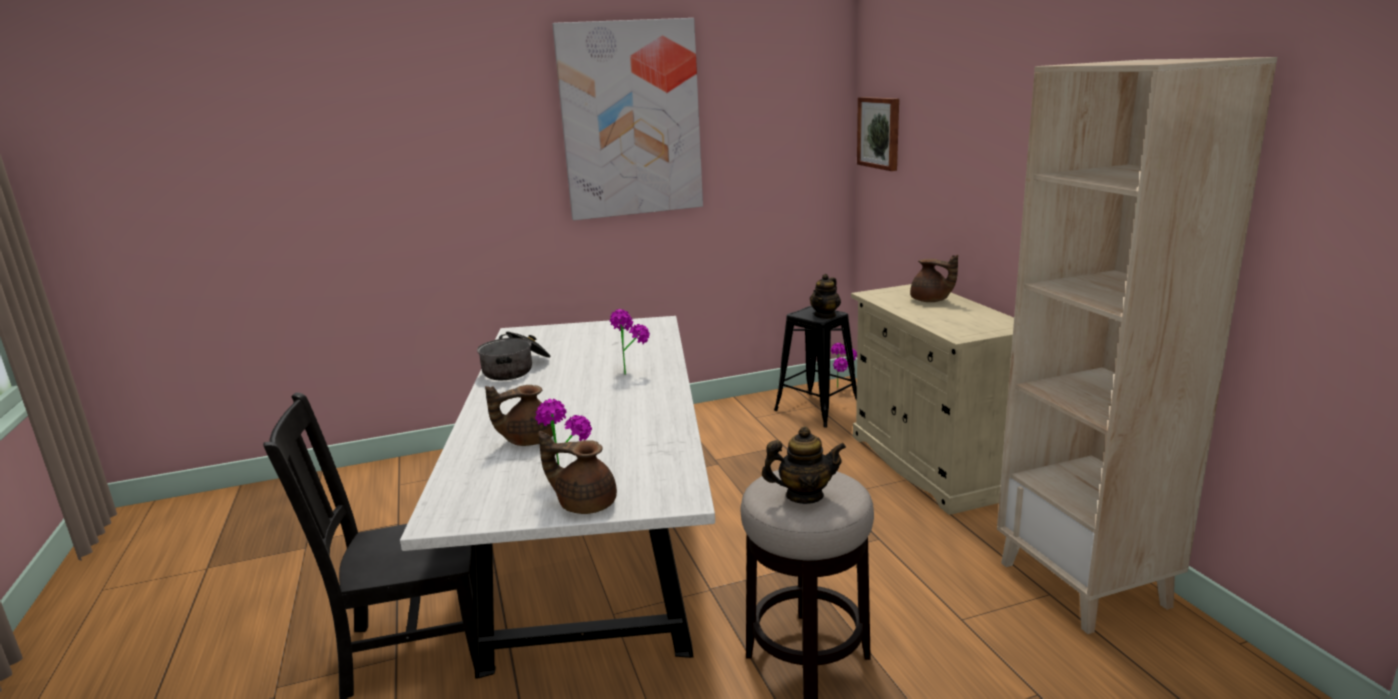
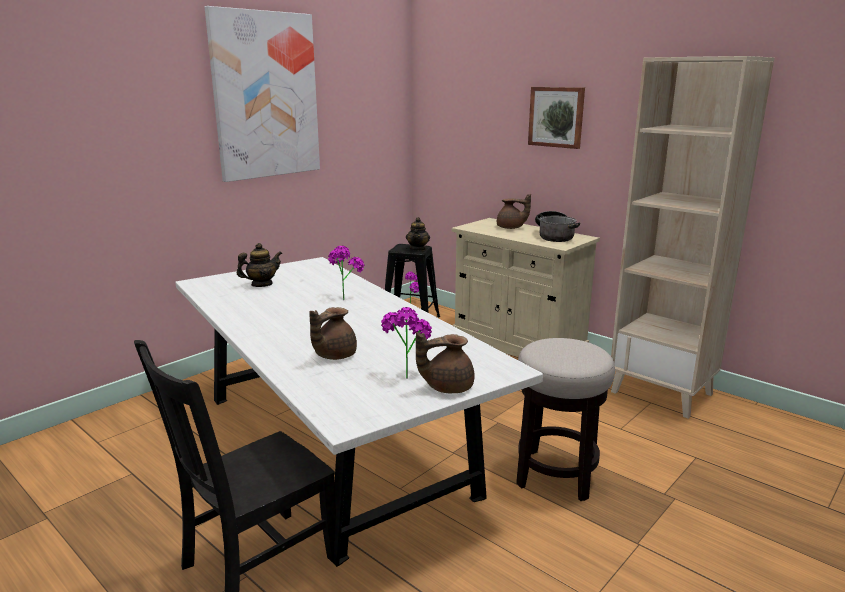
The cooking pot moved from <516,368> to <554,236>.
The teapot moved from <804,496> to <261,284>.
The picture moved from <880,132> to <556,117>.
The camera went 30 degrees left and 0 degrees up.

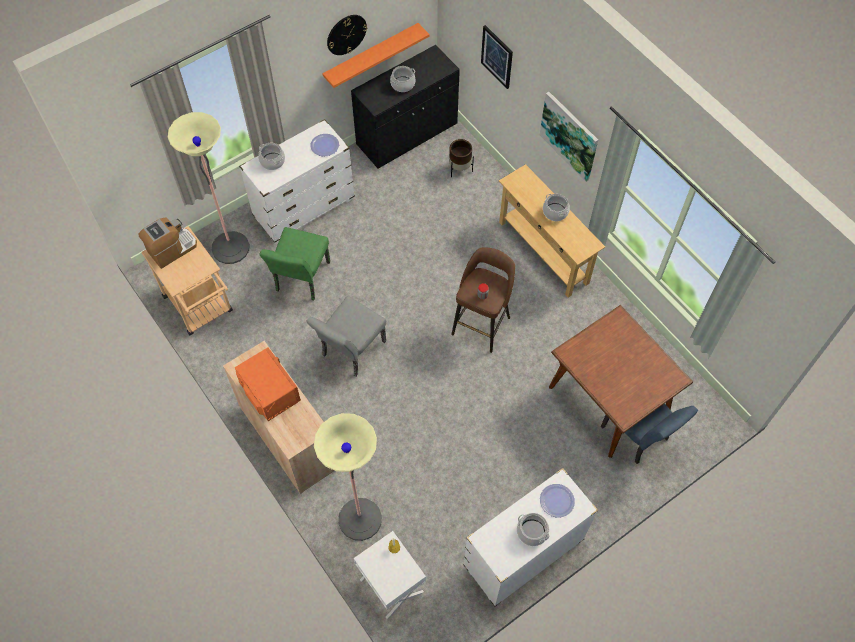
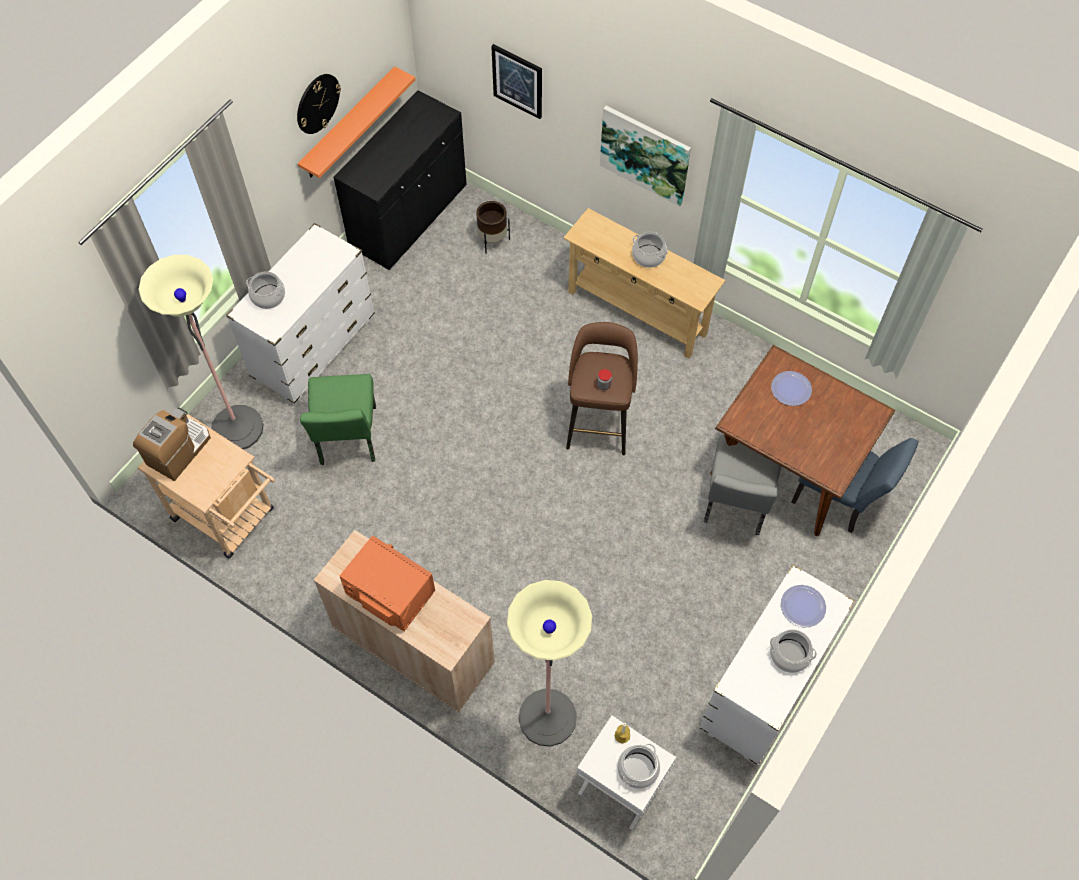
The grey chair moved from <350,351> to <735,506>.
The plate moved from <324,145> to <791,389>.
The cooking pot moved from <403,84> to <638,769>.
The camera went 20 degrees left and 0 degrees up.

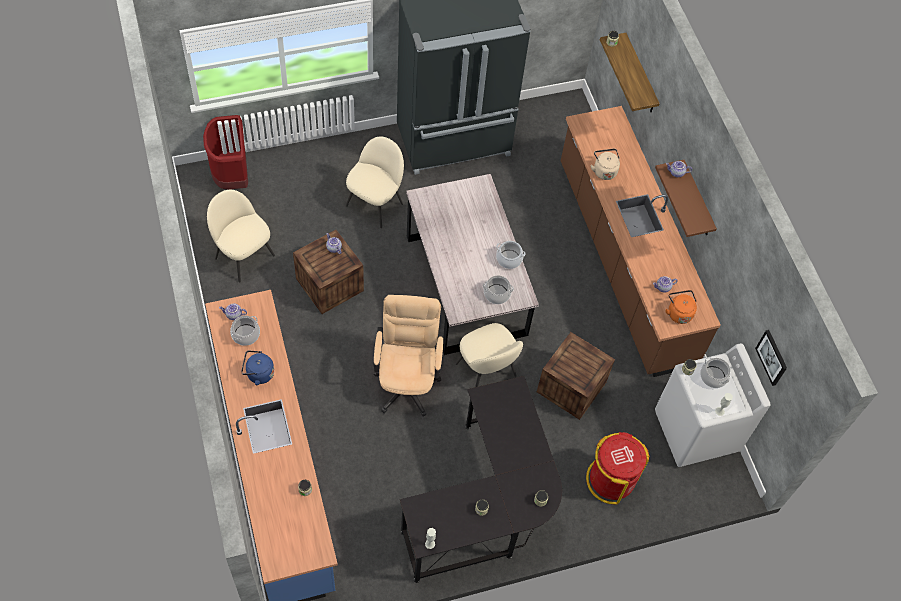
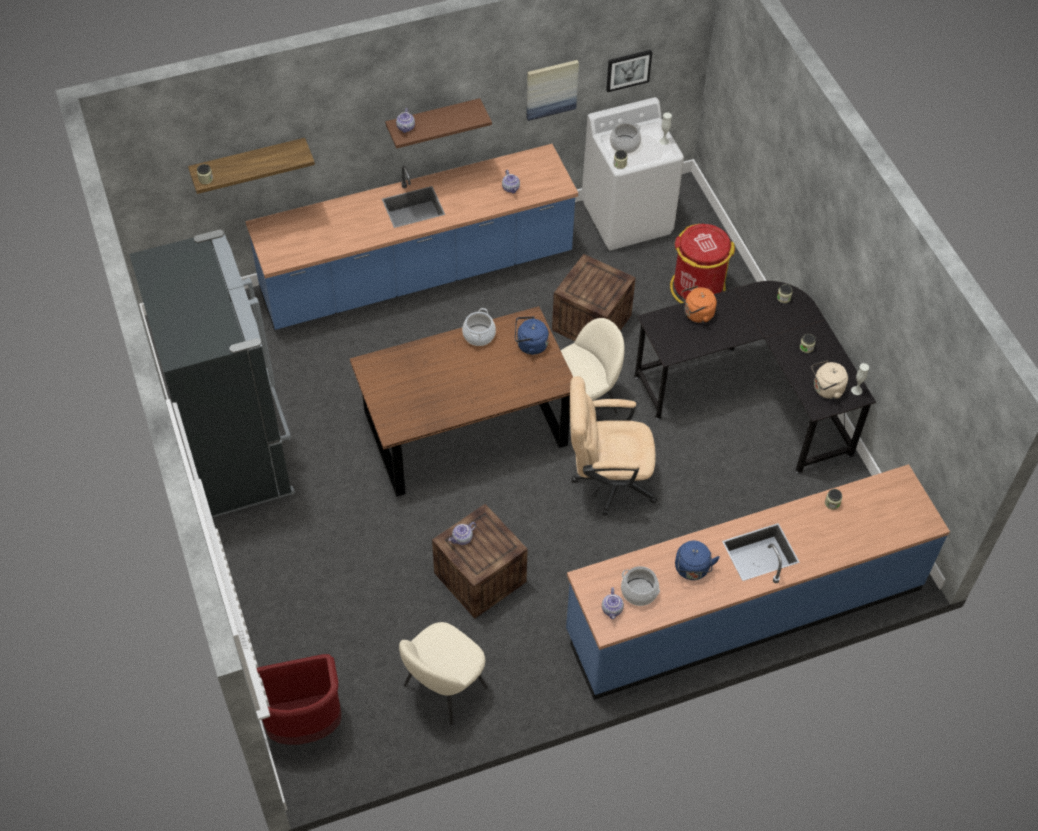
The beige chair at <375,203> disappeared.
The picture at <551,89> appeared.
The beige kettle moved from <604,170> to <826,389>.
The orange kettle moved from <678,312> to <697,314>.
The cooking pot at <497,294> was replaced by the blue kettle at <530,345>.
The grey dining table at <467,284> became the brown dining table at <464,427>.
The brown counter at <623,262> became the blue counter at <417,275>.
The camera went 90 degrees left and 5 degrees down.

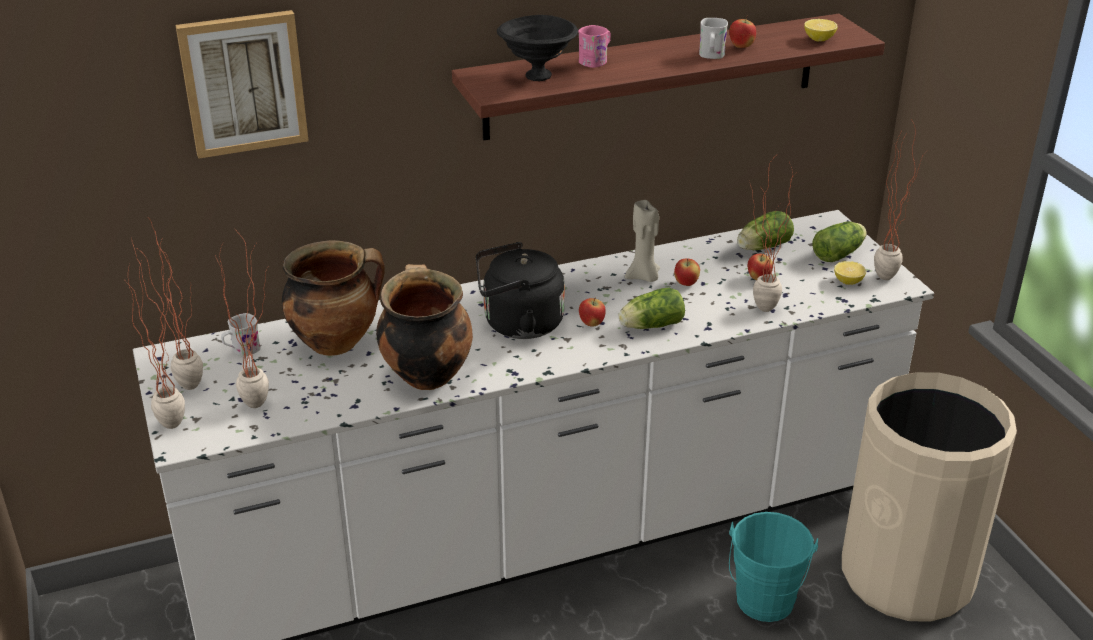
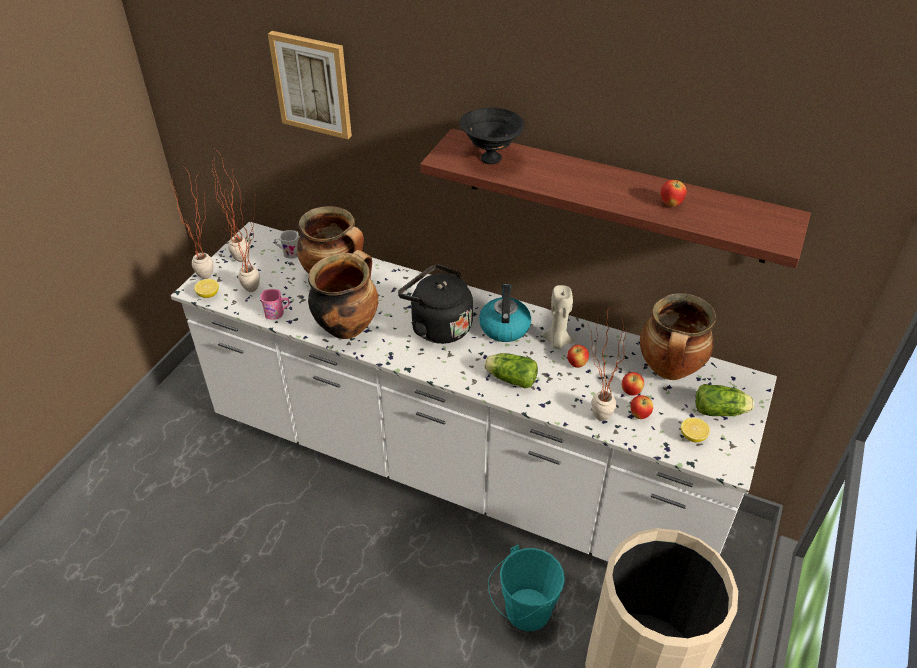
The white mug at <711,56> disappeared.
The potted plant at <888,273> disappeared.
The kettle at <504,327> appeared.
The pink mug moved from <596,61> to <278,313>.
The apple moved from <591,324> to <639,415>.
The lemon moved from <819,39> to <208,295>.
The lettuce at <762,247> was replaced by the cooking pot at <670,370>.
The camera went 45 degrees right and 10 degrees up.

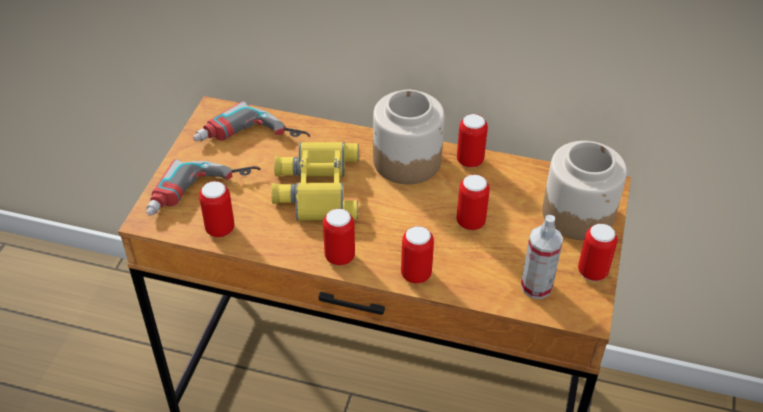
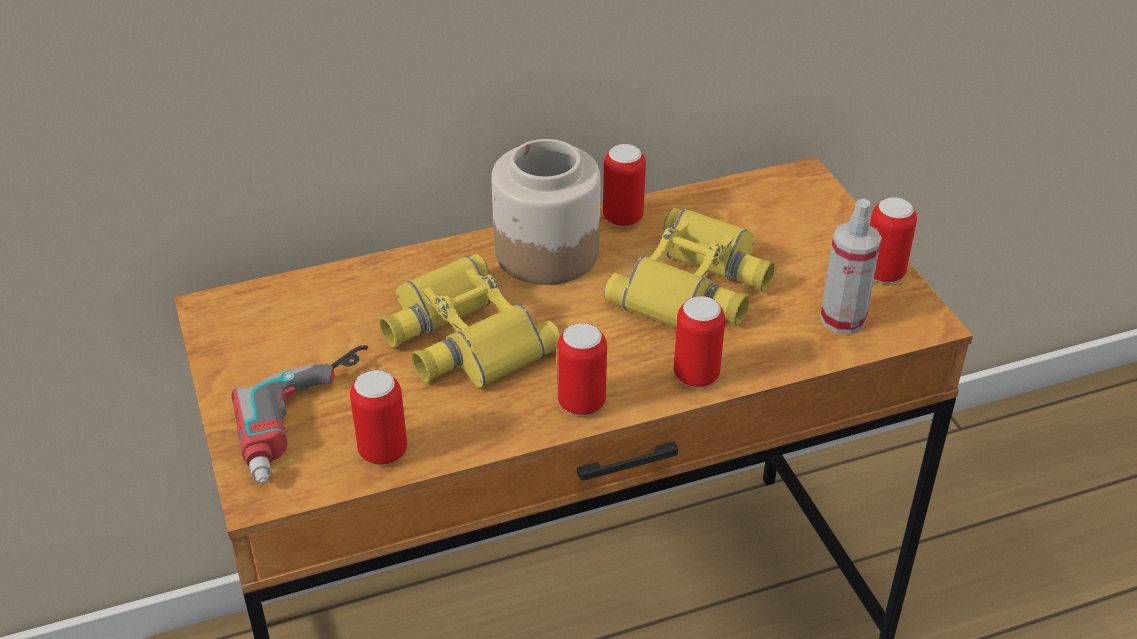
The power drill at <250,142> disappeared.
The jar at <578,213> disappeared.
The can at <470,222> was replaced by the yellow binoculars at <696,286>.
The camera went 35 degrees left and 5 degrees down.

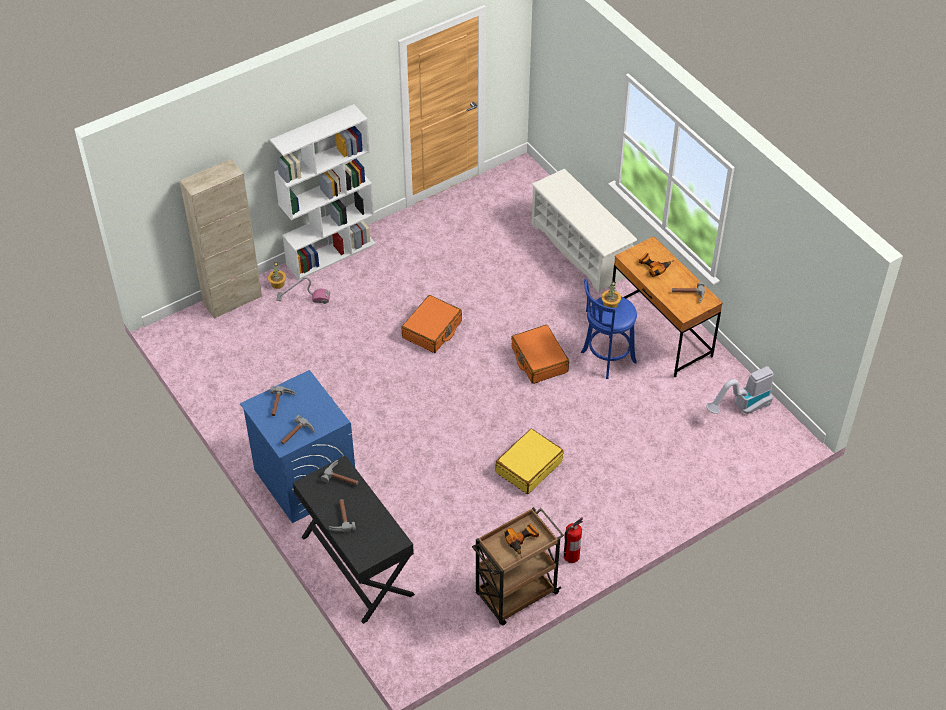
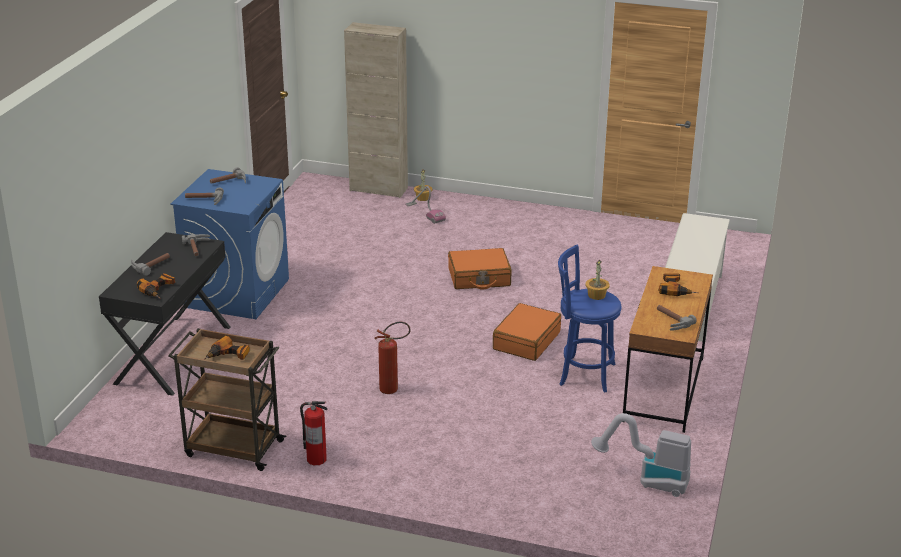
The white bookcase at <331,253> disappeared.
The power drill at <159,290> appeared.
The yellow suitcase at <528,467> was replaced by the fire extinguisher at <393,389>.
The camera went 50 degrees right and 20 degrees down.

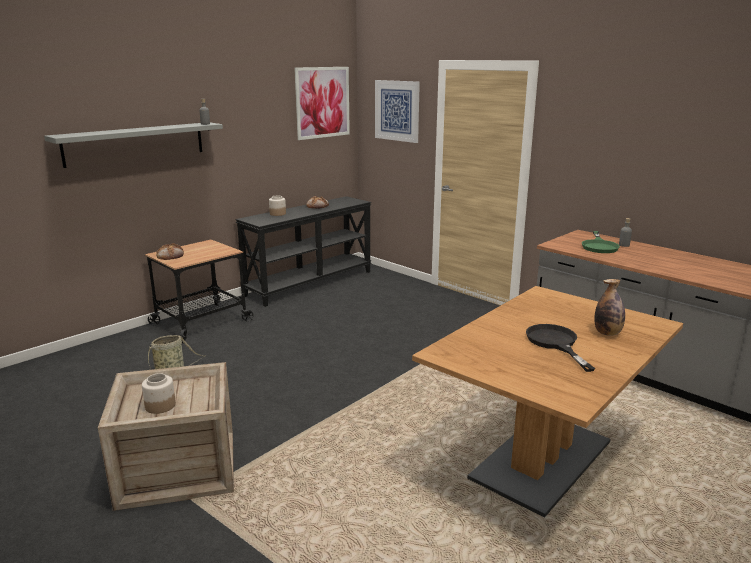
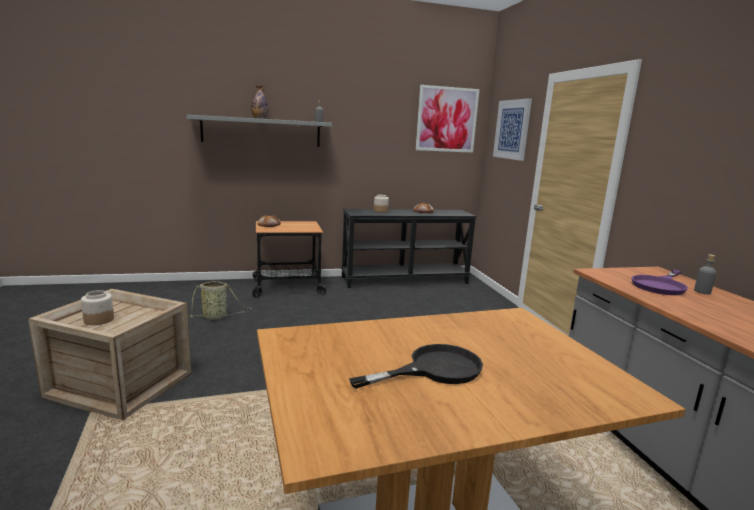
The bottle moved from <607,333> to <259,118>.
The green frying pan at <599,246> became the purple frying pan at <660,285>.
The black frying pan at <555,343> turned 45 degrees clockwise.
The camera went 30 degrees right and 5 degrees down.

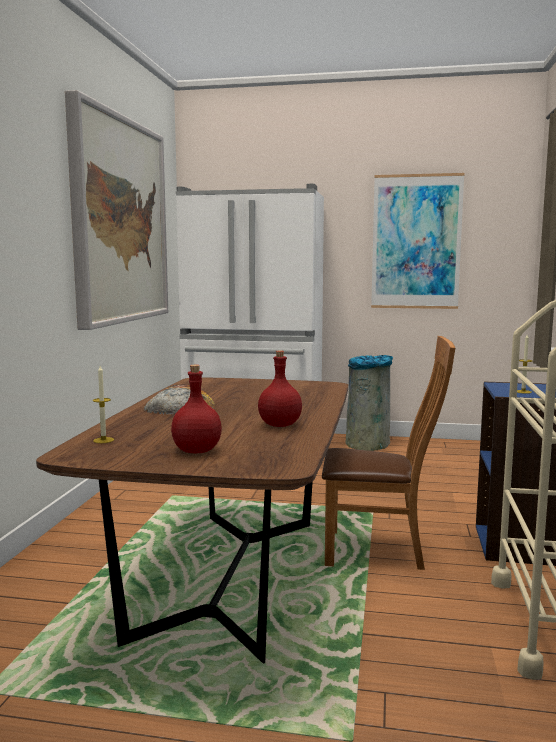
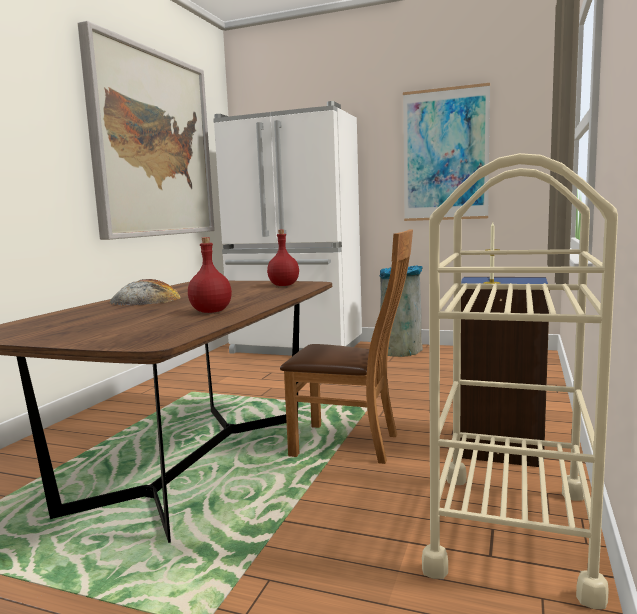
The candle at <103,440> disappeared.
The red bottle moved from <196,451> to <283,285>.
The camera went 10 degrees right and 0 degrees up.

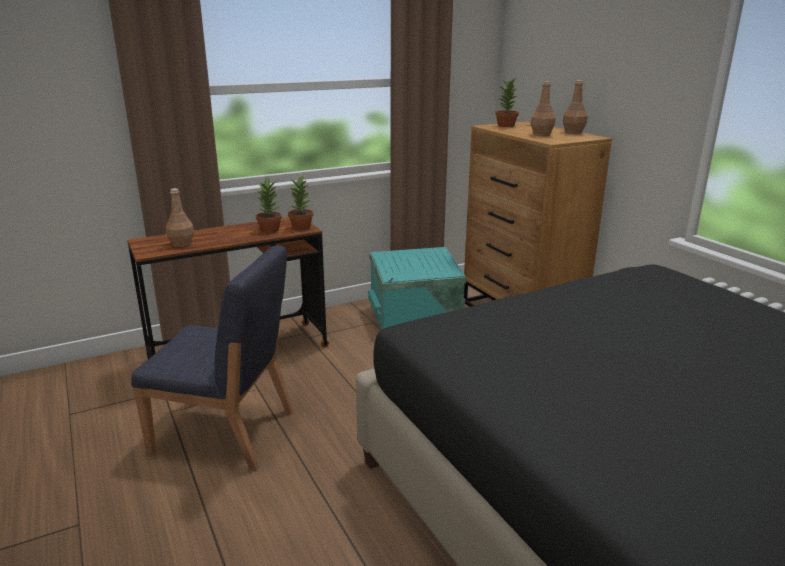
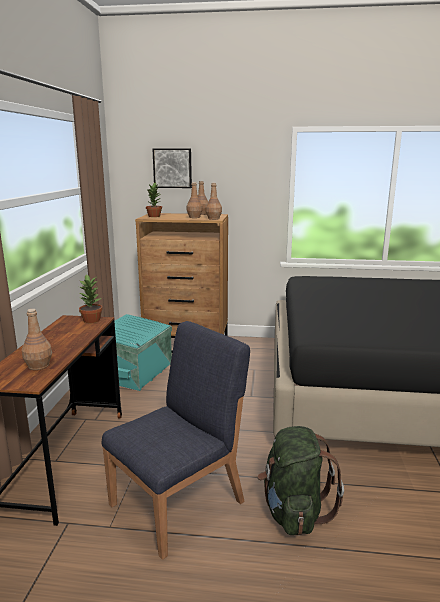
The potted plant at <270,230> disappeared.
The picture at <172,168> appeared.
The brown bottle at <213,218> appeared.
The green backpack at <293,511> appeared.
The camera went 55 degrees left and 5 degrees down.

